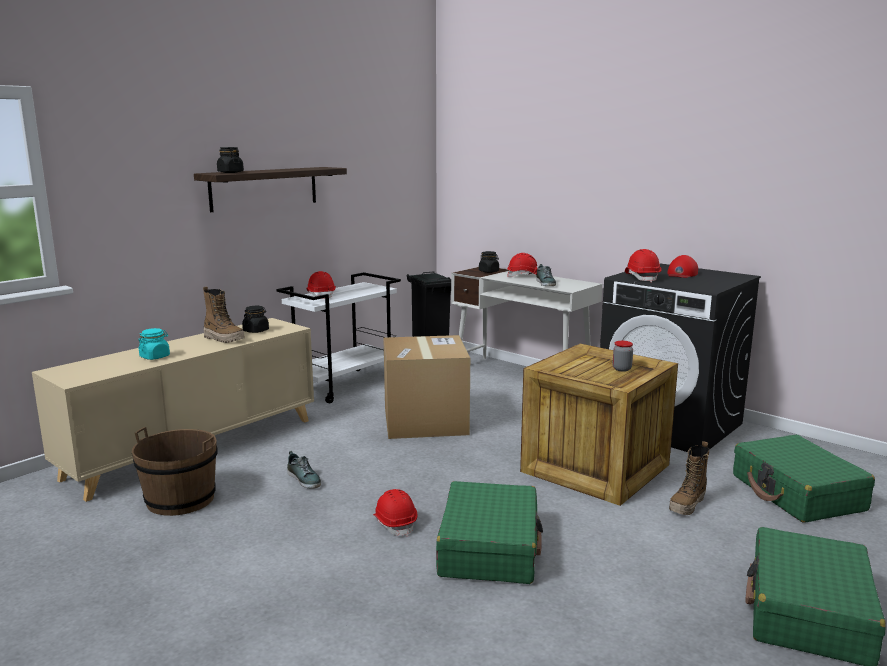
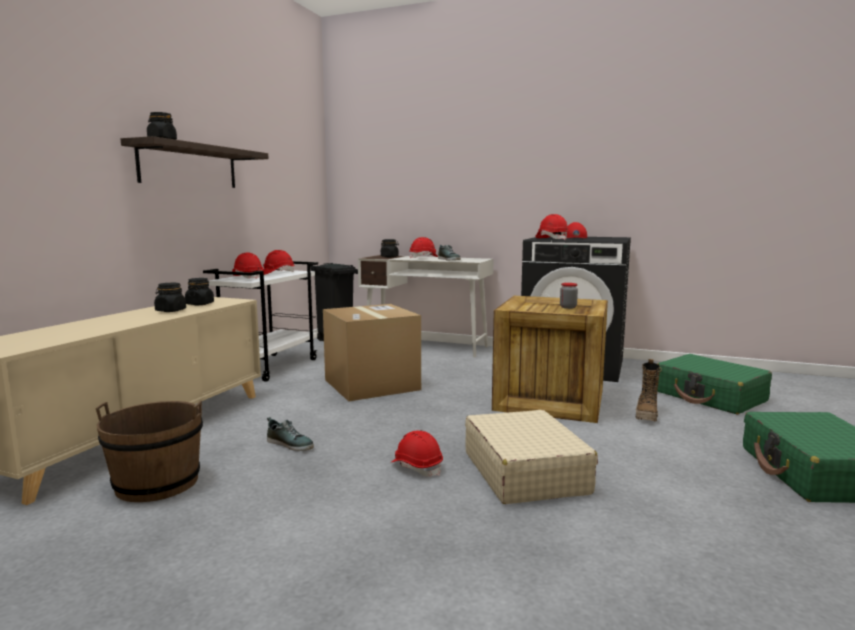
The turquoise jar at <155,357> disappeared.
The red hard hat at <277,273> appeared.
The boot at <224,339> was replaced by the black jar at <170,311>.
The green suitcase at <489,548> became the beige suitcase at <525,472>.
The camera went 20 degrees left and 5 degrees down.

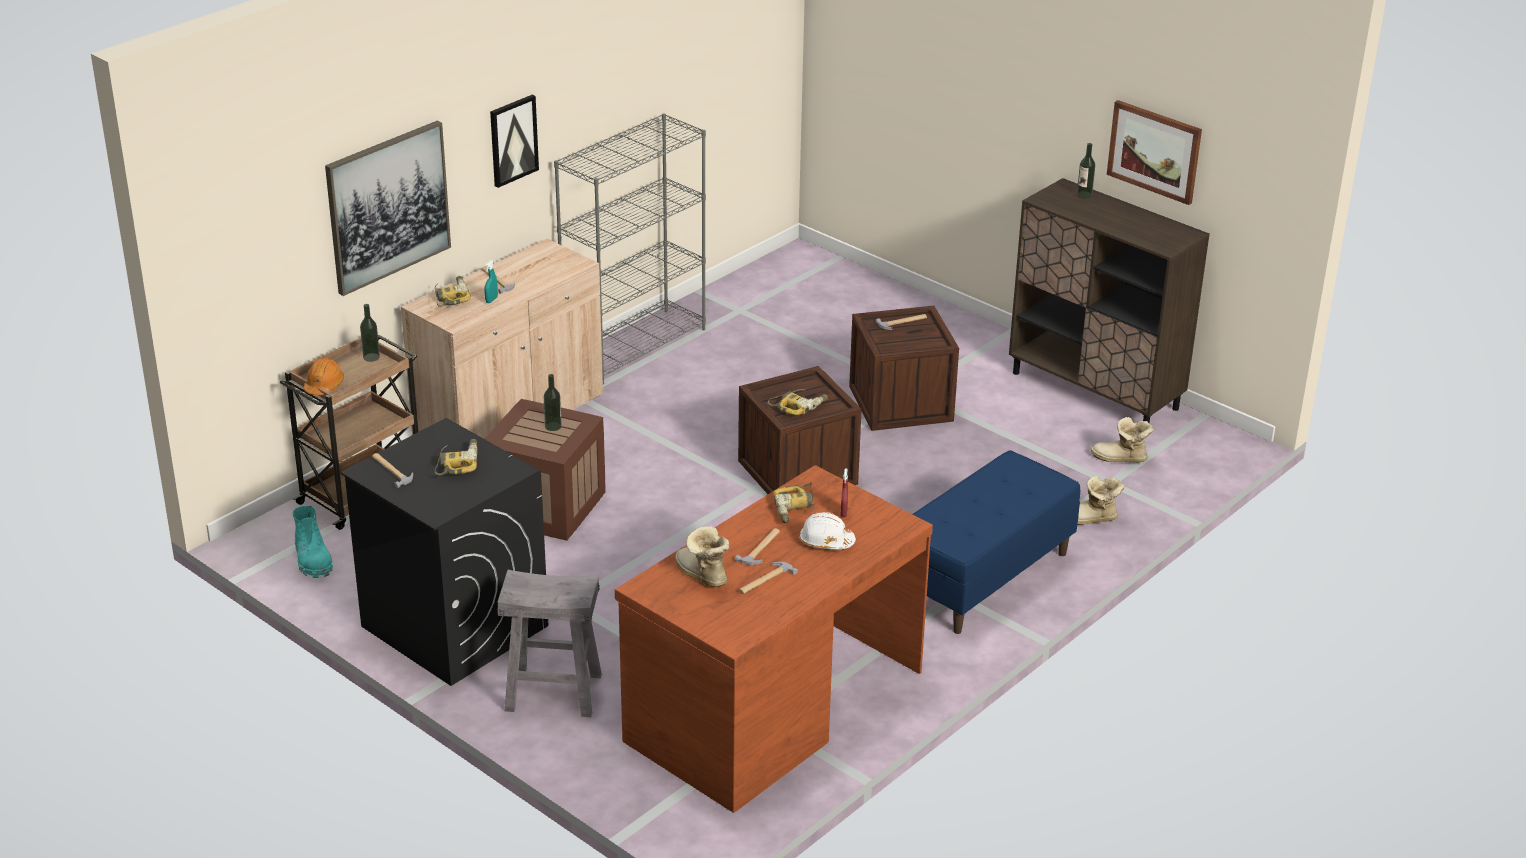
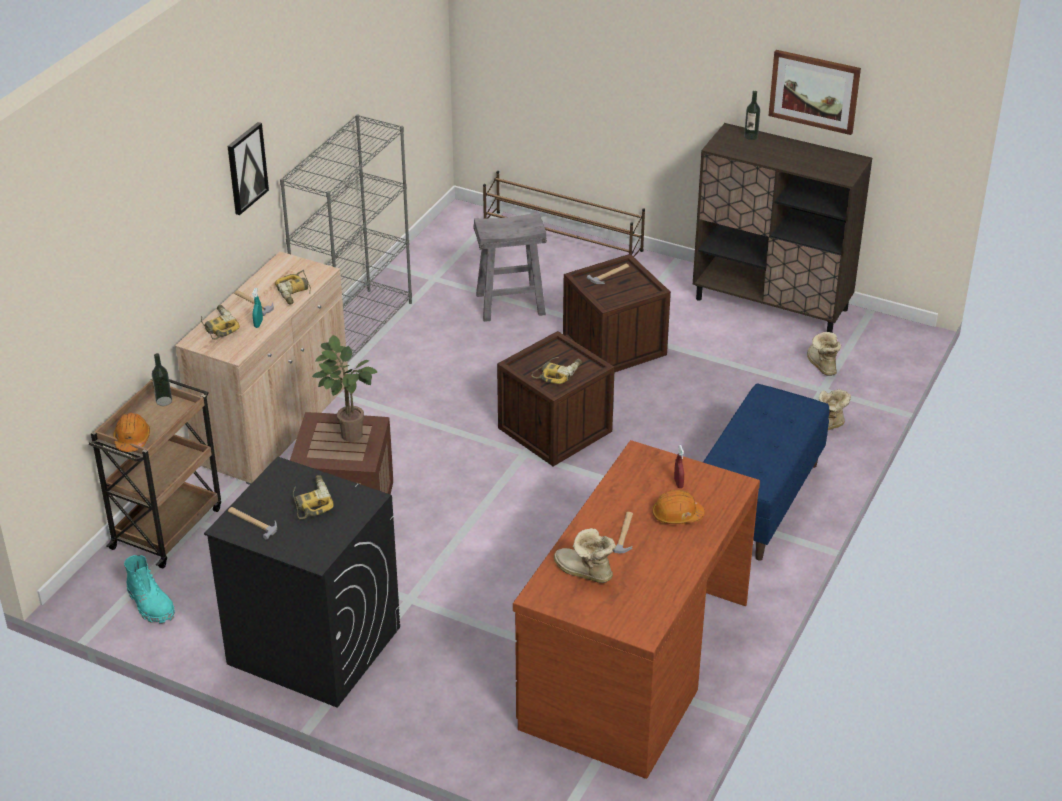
The picture at <388,206> disappeared.
The hammer at <765,580> disappeared.
The brown shoe rack at <563,238> appeared.
The grey stool moved from <554,691> to <510,304>.
The power drill moved from <795,508> to <295,292>.
The bottle at <553,426> was replaced by the potted plant at <347,435>.
The white hard hat at <826,541> became the orange hard hat at <677,515>.
The boot at <1120,459> turned 75 degrees clockwise.
The camera went 15 degrees left and 5 degrees up.

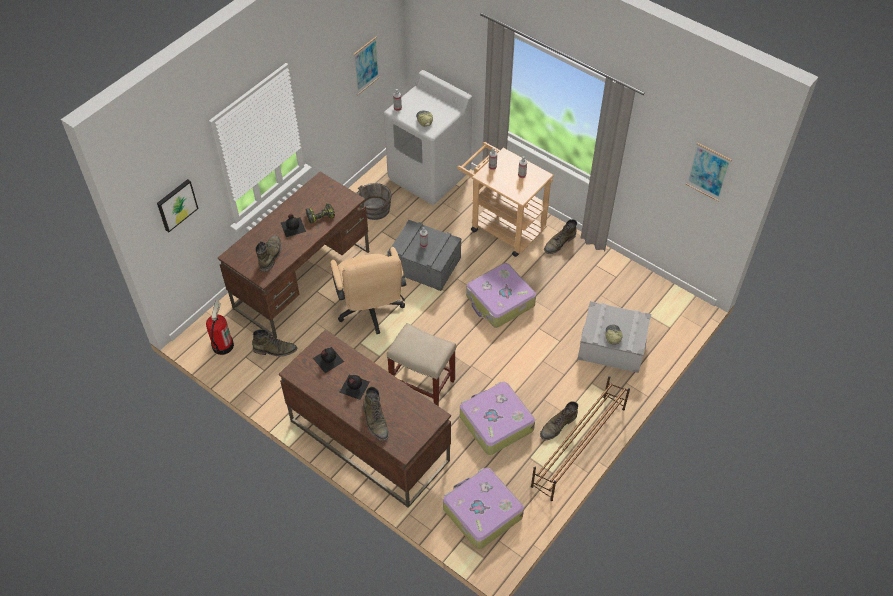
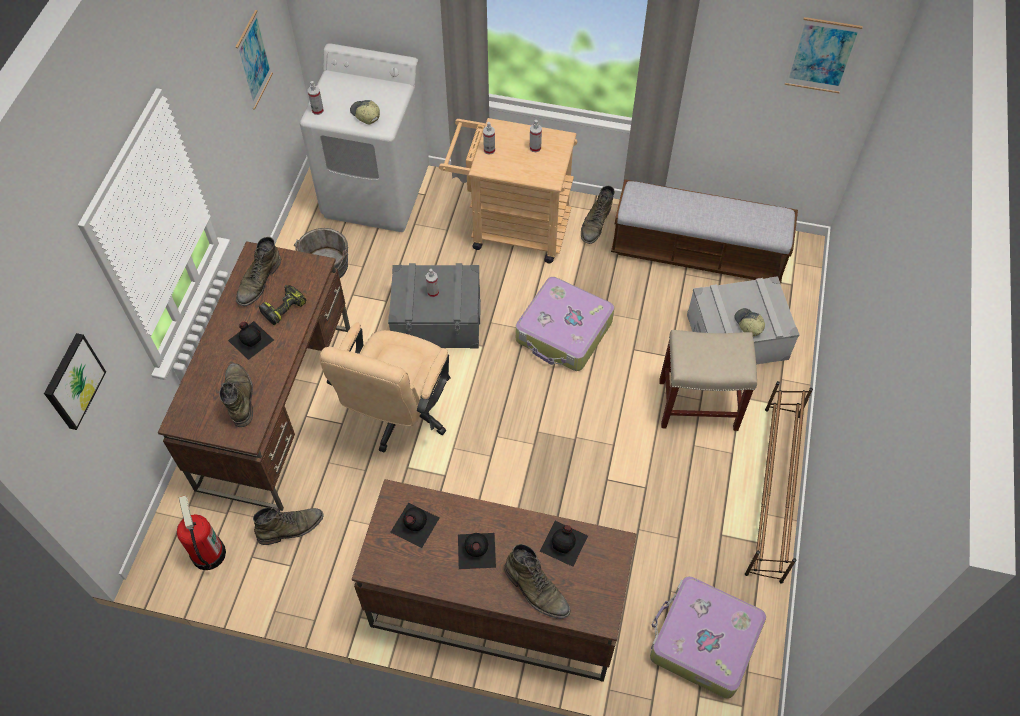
The suitcase at <495,423> disappeared.
The black bottle at <564,543> appeared.
The bench at <697,253> appeared.
The beige stool moved from <423,384> to <699,404>.
The green boot moved from <557,426> to <258,281>.
The beige office chair at <371,311> turned 60 degrees clockwise.
The camera went 25 degrees left and 5 degrees up.

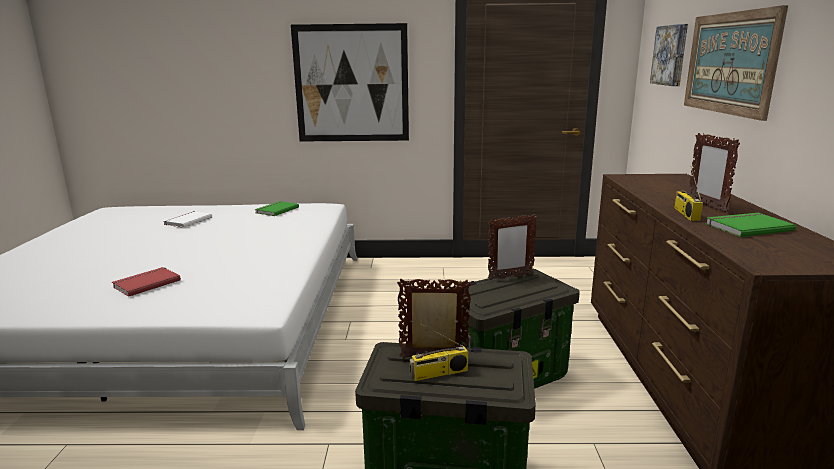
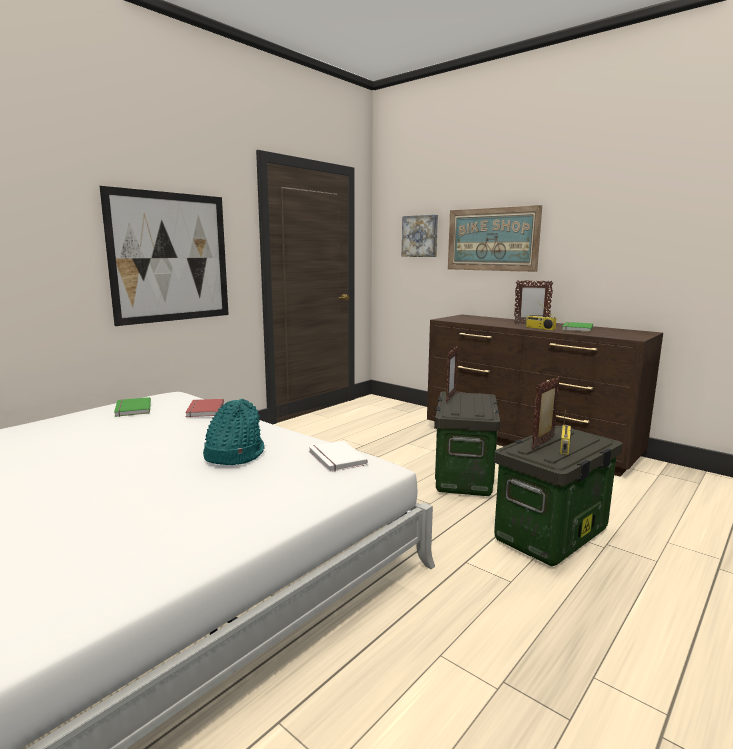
The turquoise hat at <233,454> appeared.
The red book moved from <146,283> to <204,410>.
The white book moved from <187,221> to <335,458>.
The camera went 50 degrees left and 5 degrees down.

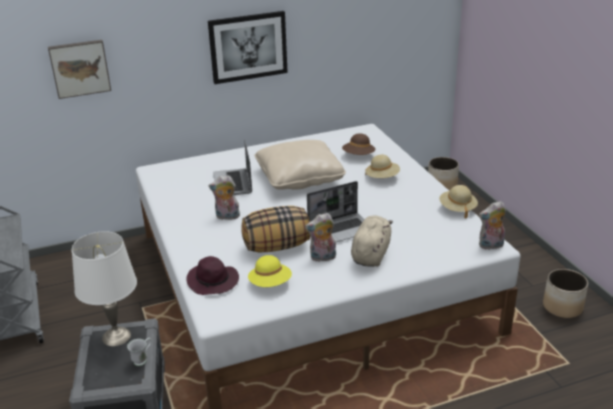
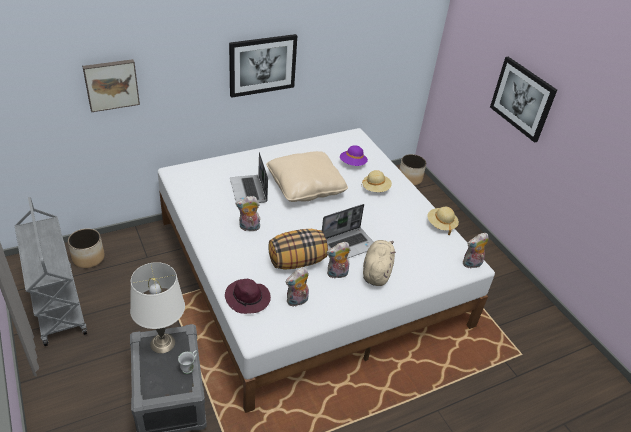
The picture at <522,98> appeared.
The planter moved from <563,307> to <89,258>.
The yellow hat at <270,284> was replaced by the plush toy at <297,301>.
The brown hat at <358,155> became the purple hat at <352,164>.
The camera went 10 degrees left and 10 degrees up.

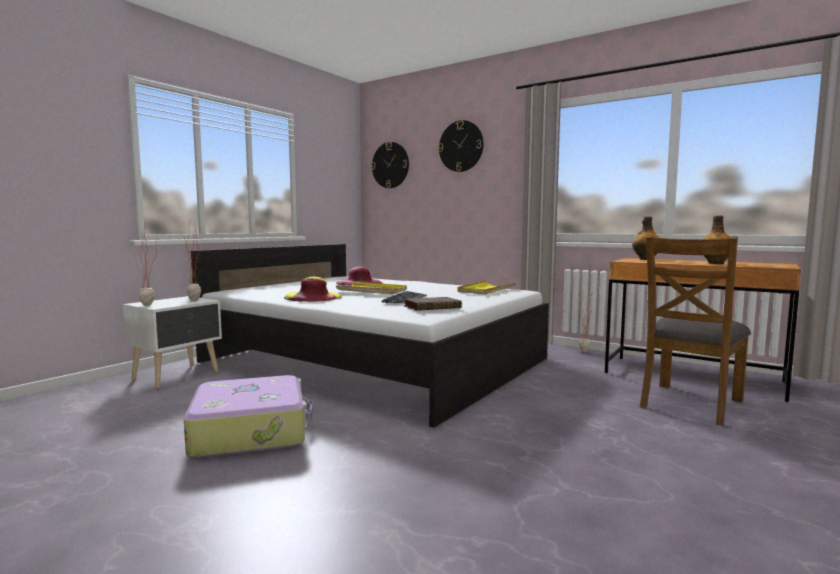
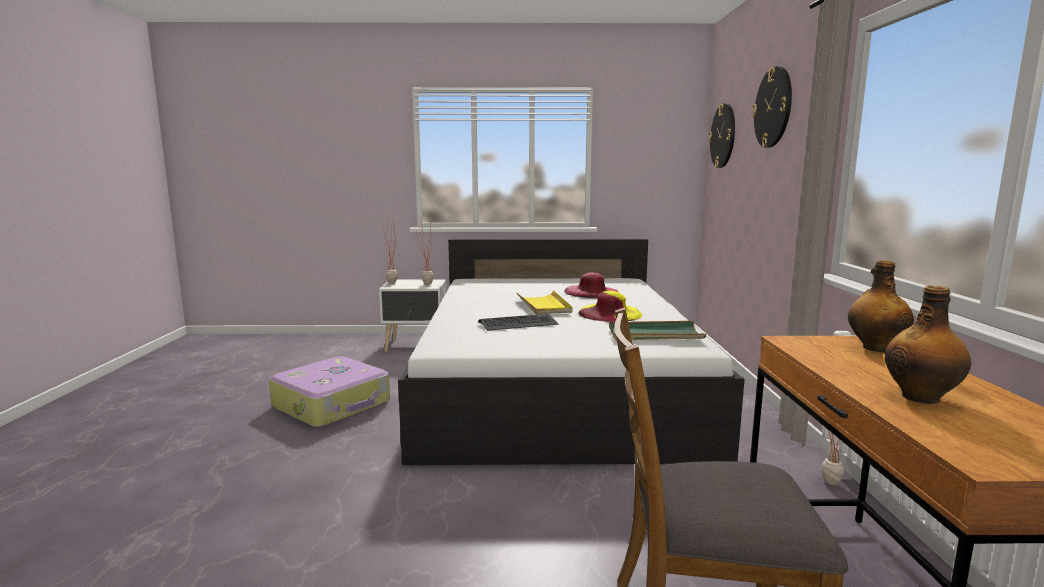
The book at <433,307> disappeared.
The yellow hat moved from <313,297> to <610,313>.
The yellow tray at <486,290> became the green tray at <654,334>.
The camera went 55 degrees right and 5 degrees up.

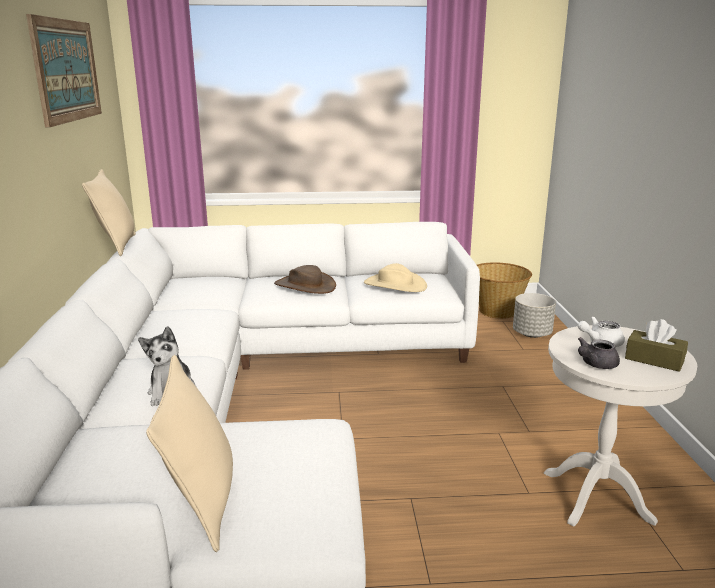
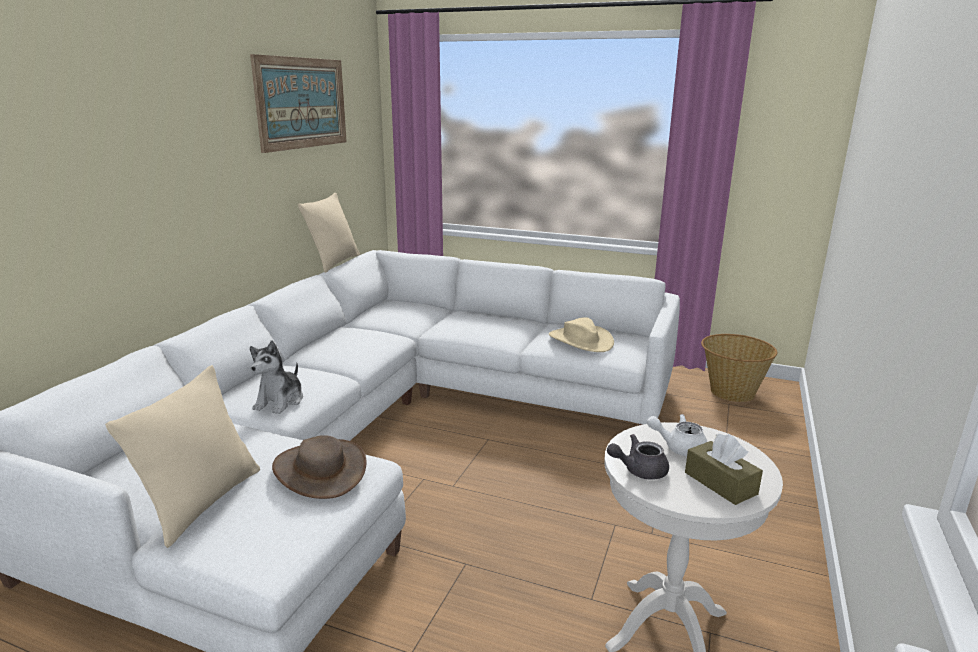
The grey planter at <532,334> disappeared.
The brown hat moved from <305,286> to <320,470>.
The camera went 25 degrees right and 0 degrees up.

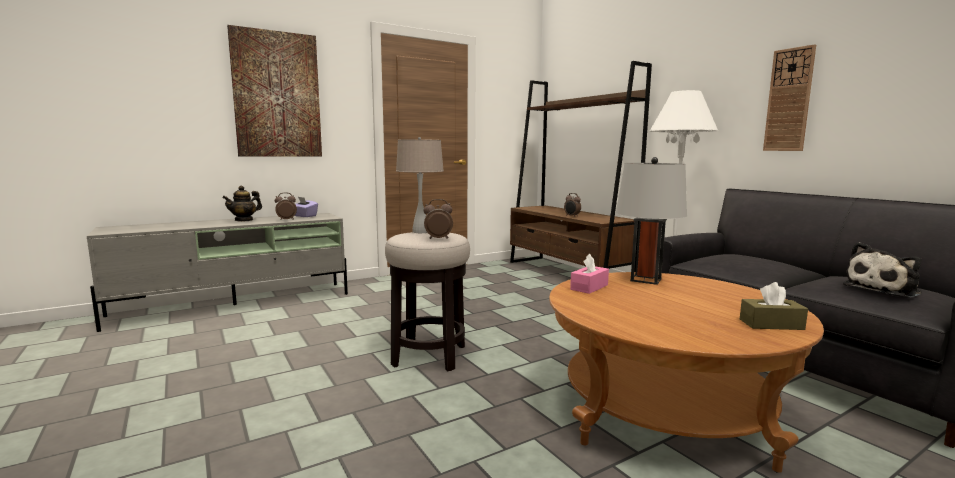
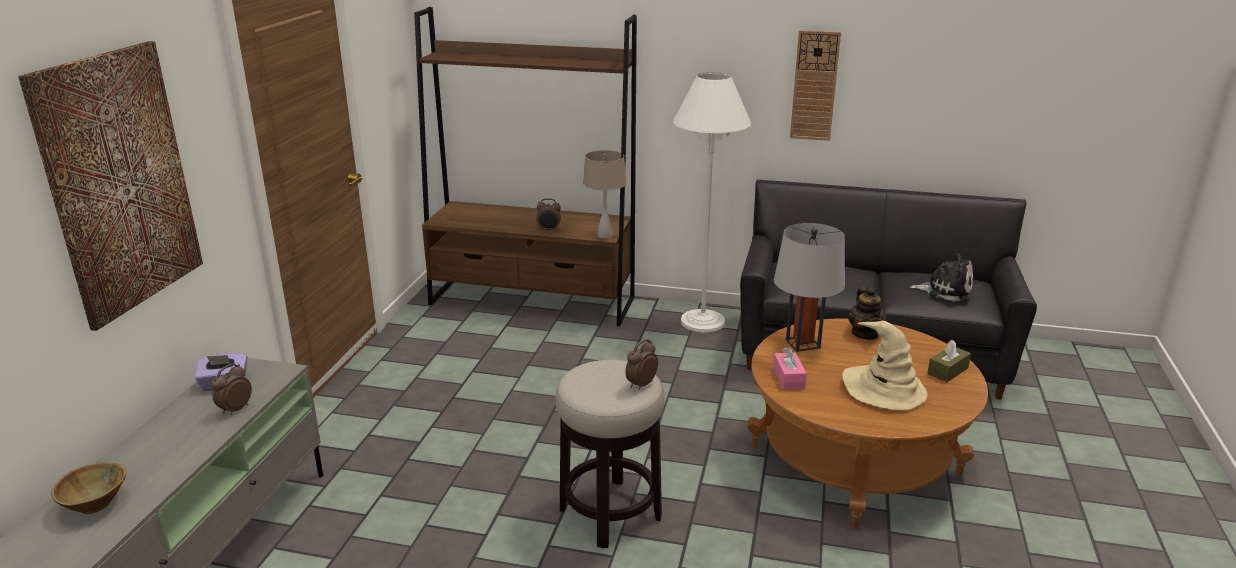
The brown bowl at <95,505> appeared.
The beige hat at <884,389> appeared.
The teapot moved from <244,220> to <865,334>.
The beige table lamp moved from <420,232> to <604,235>.
The plush toy at <884,289> turned 90 degrees counterclockwise.
The camera went 45 degrees left and 15 degrees up.

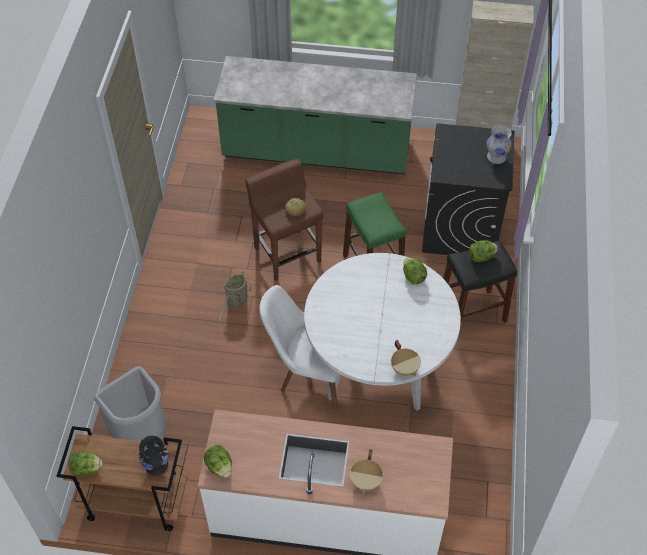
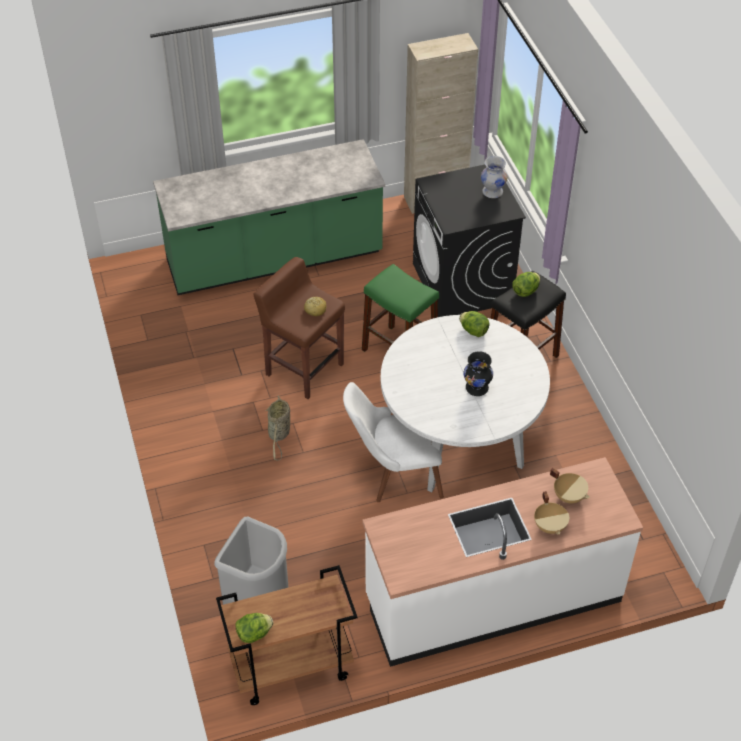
The lettuce at <219,466> disappeared.
The black vase moved from <157,465> to <477,388>.
The beige cooking pot moved from <405,368> to <569,496>.
The camera went 25 degrees left and 5 degrees down.

